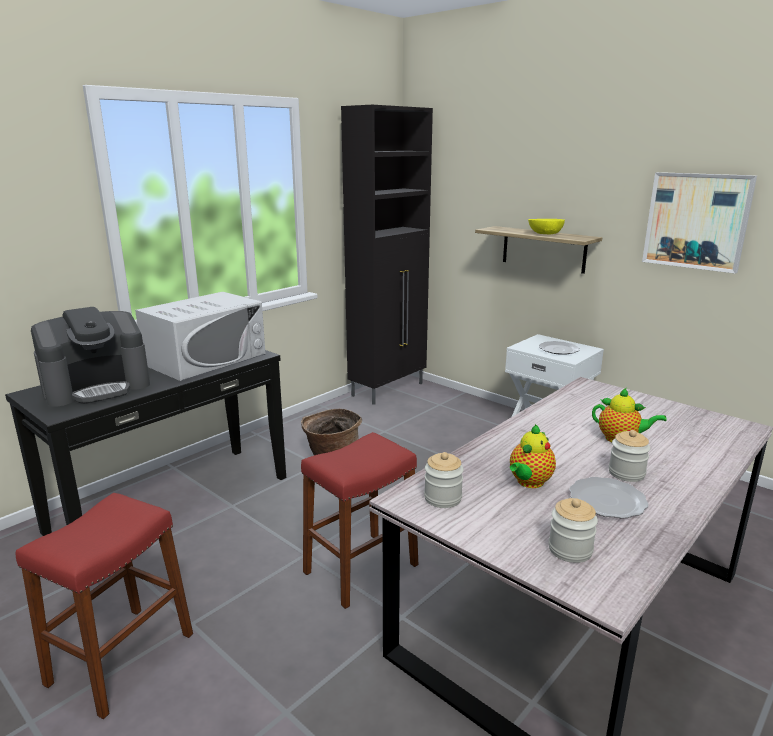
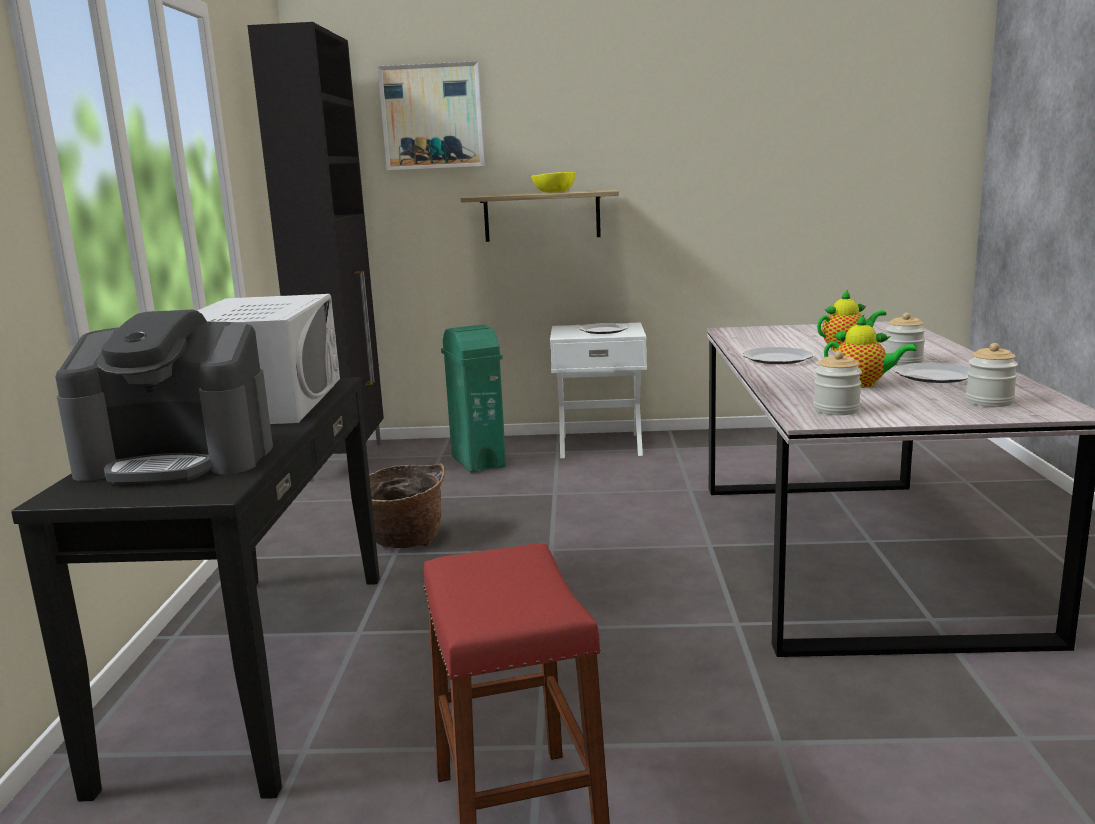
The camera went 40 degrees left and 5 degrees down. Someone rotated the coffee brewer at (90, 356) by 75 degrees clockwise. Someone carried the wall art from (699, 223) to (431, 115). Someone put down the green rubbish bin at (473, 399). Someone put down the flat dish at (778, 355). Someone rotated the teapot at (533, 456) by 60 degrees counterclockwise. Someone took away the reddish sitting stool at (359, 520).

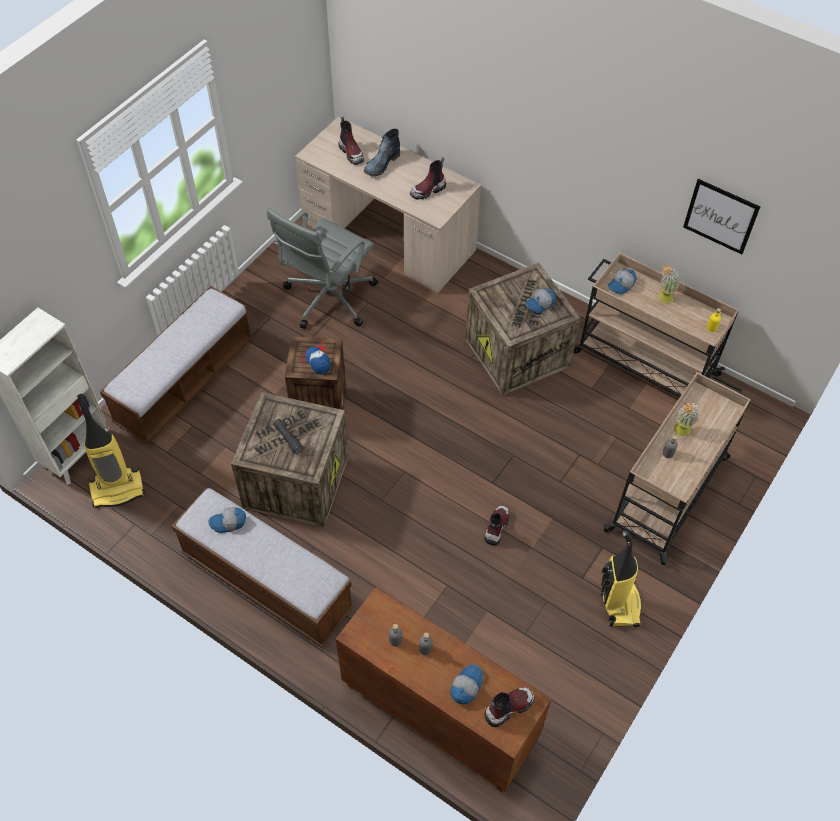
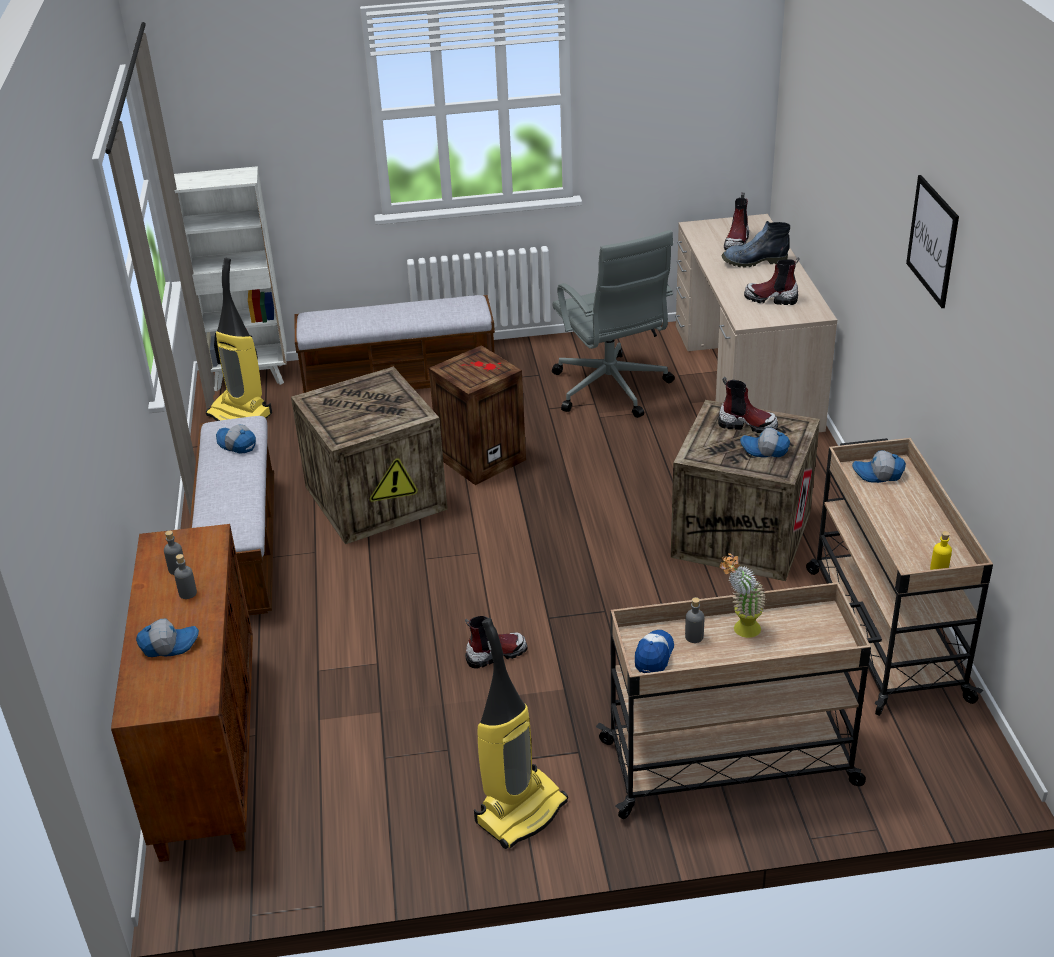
The camera went 50 degrees right and 20 degrees down. Someone rotated the gray desk chair at (322, 269) by 105 degrees counterclockwise. Someone carried the cap from (318, 361) to (654, 651). Someone carried the boot from (509, 707) to (748, 405). Someone carried the wall art from (722, 216) to (932, 241). Someone took away the black flashlight at (288, 436). Someone took away the plant in a pot at (669, 283).

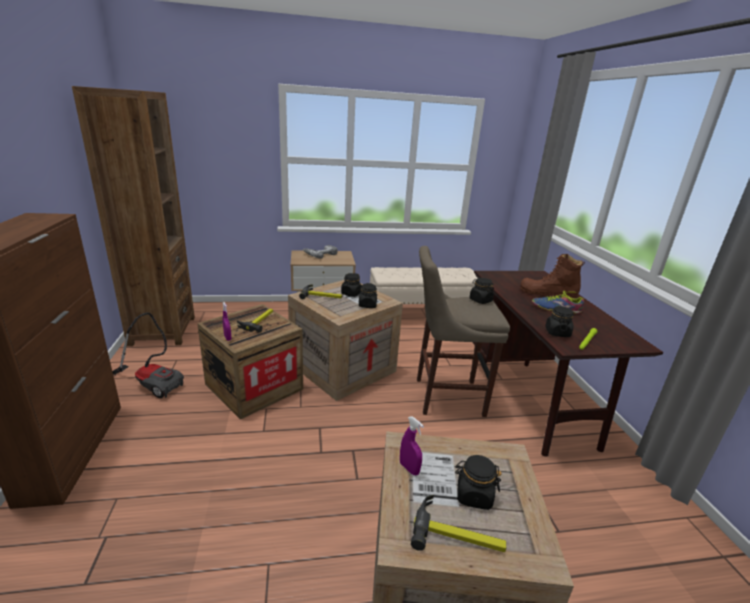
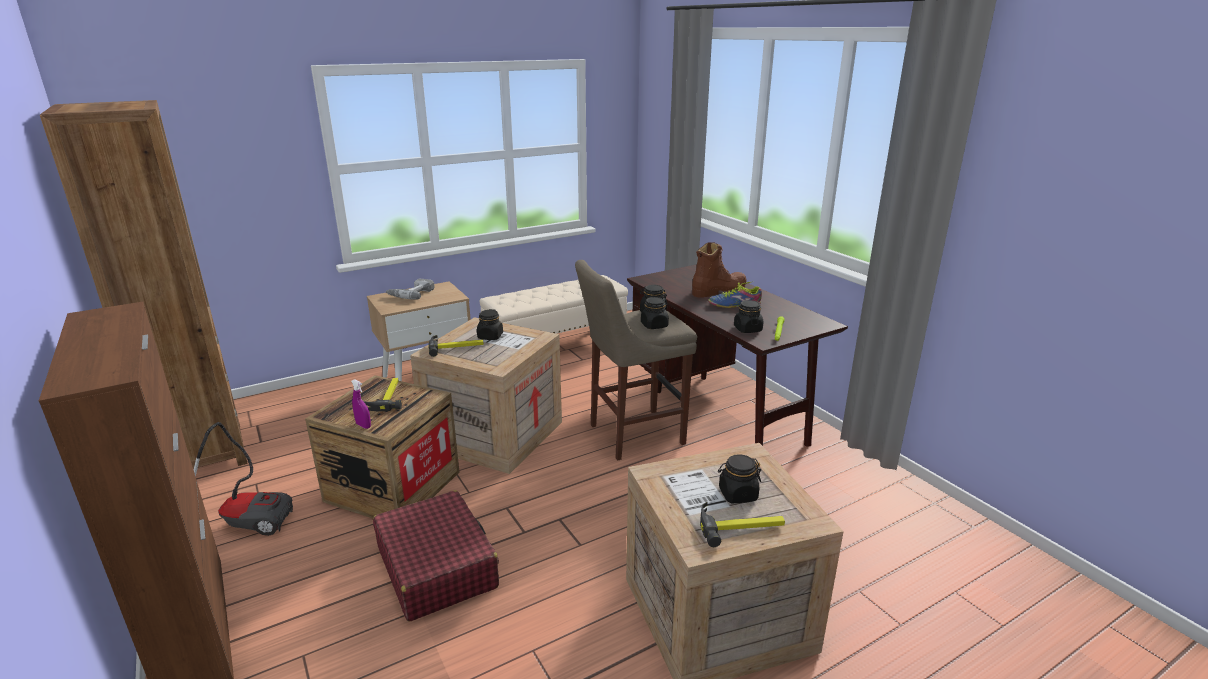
The camera went 20 degrees left and 0 degrees up. Someone put down the reddish suitcase at (436, 556). Someone carried the black storage jar from (368, 295) to (655, 313). Someone rotated the brown boot at (552, 276) by 150 degrees clockwise. Someone took away the purplish spray bottle at (412, 445).

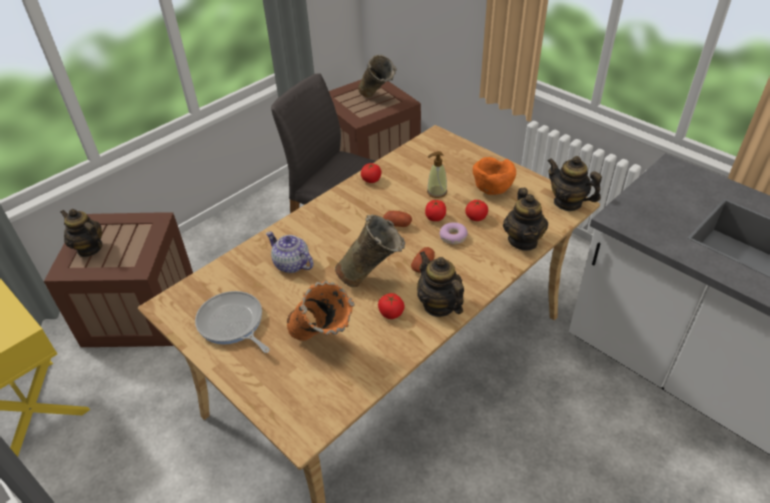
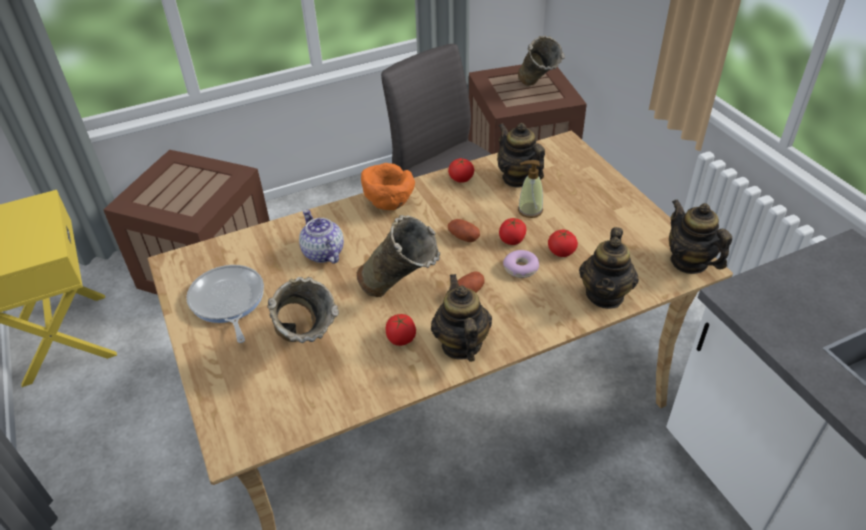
The camera went 20 degrees right and 0 degrees up. Someone repainted the orangey vase at (320, 310), which became the sand-coloured vase at (303, 310). Someone carried the orangey bowl from (494, 176) to (388, 186). Someone carried the teapot from (81, 233) to (521, 155).

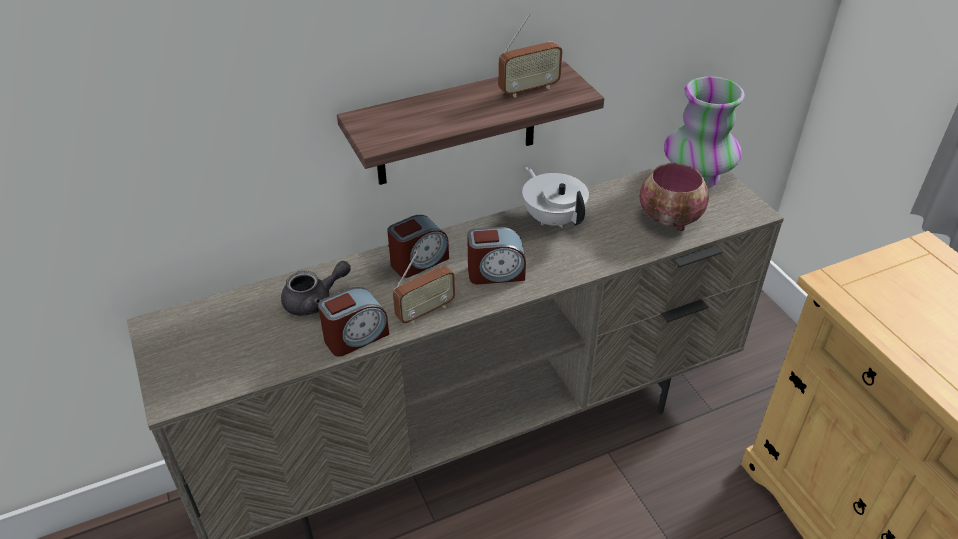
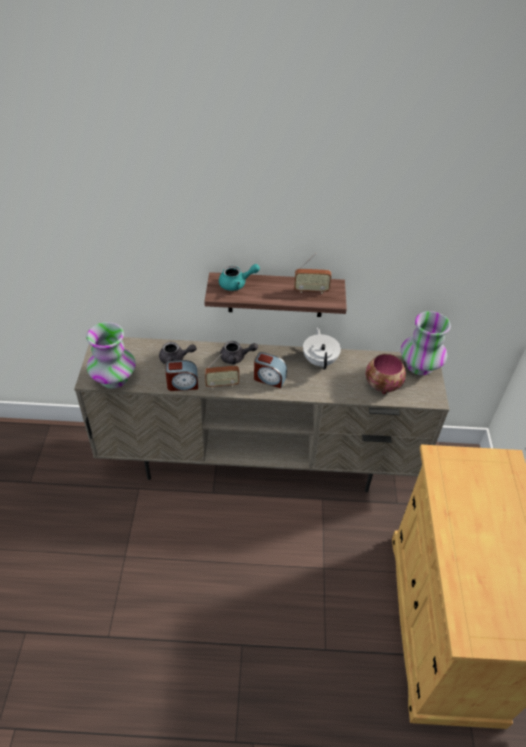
The camera went 25 degrees right and 5 degrees up. Someone put down the vase at (111, 355). Someone put down the blue-green teapot at (239, 277). Someone swapped the table clock at (418, 246) for the gray teapot at (239, 352).

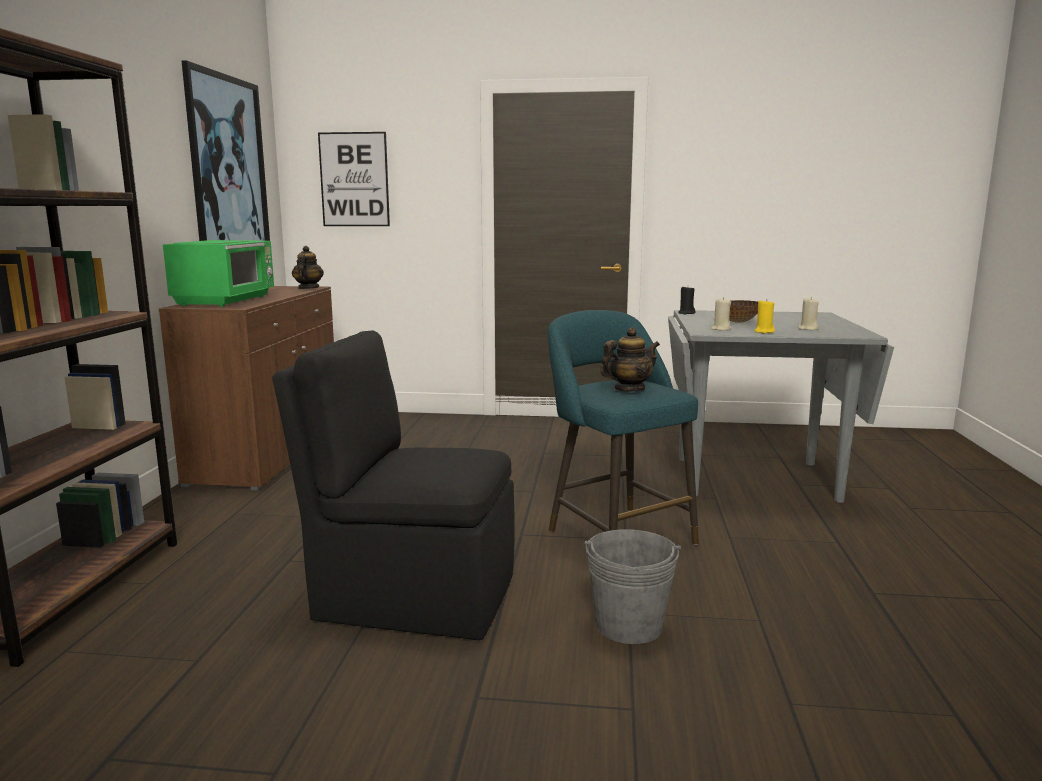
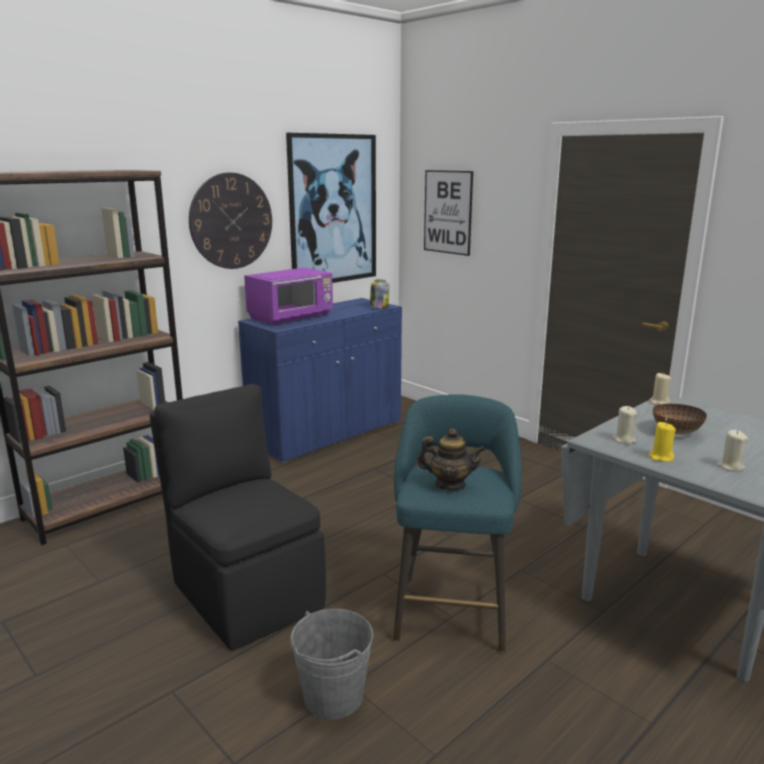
The camera went 40 degrees right and 5 degrees up. Someone put up the clock on the wall at (230, 220). Someone repainted the brown cabinet at (246, 388), which became the blue-coloured cabinet at (320, 381). Someone repainted the green kitchen microwave at (218, 273), which became the purplish kitchen microwave at (288, 297). Someone swapped the teapot at (308, 267) for the storage jar at (379, 294). Someone repainted the black candle at (687, 300), which became the sand-coloured candle at (660, 389).

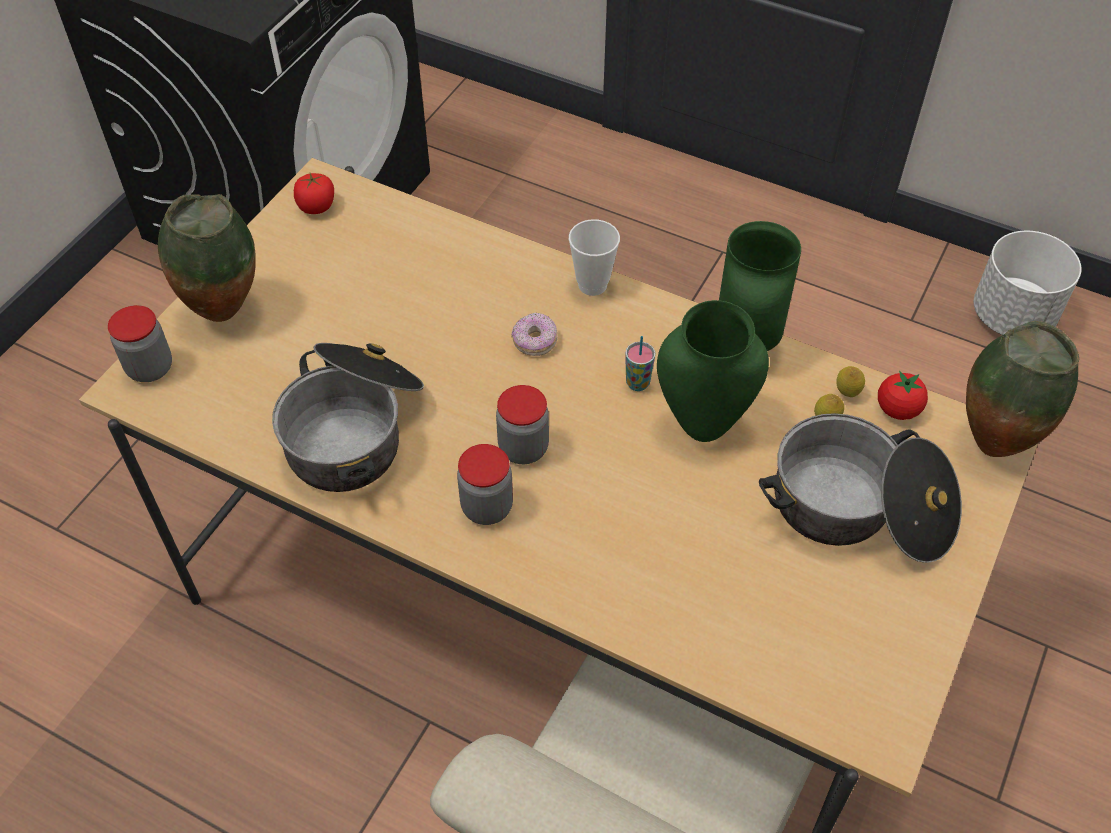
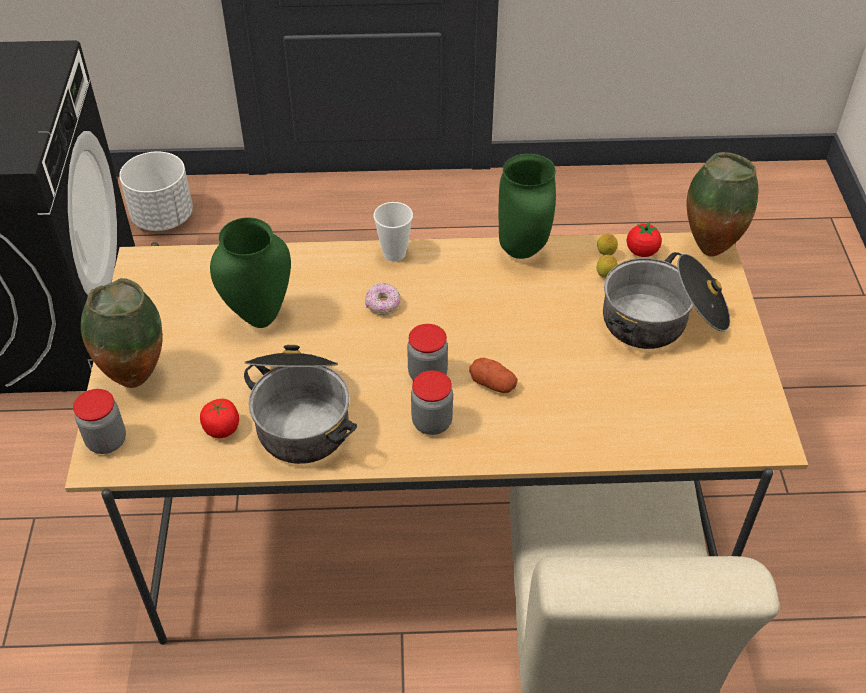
The camera went 30 degrees left and 5 degrees down. Someone carried the white-coloured plant pot from (1027, 283) to (156, 191). Someone carried the fresh tomato from (314, 193) to (219, 418). Someone carried the green vase from (713, 371) to (250, 272). Someone put down the spud at (493, 375). Someone took away the small cup at (640, 363).

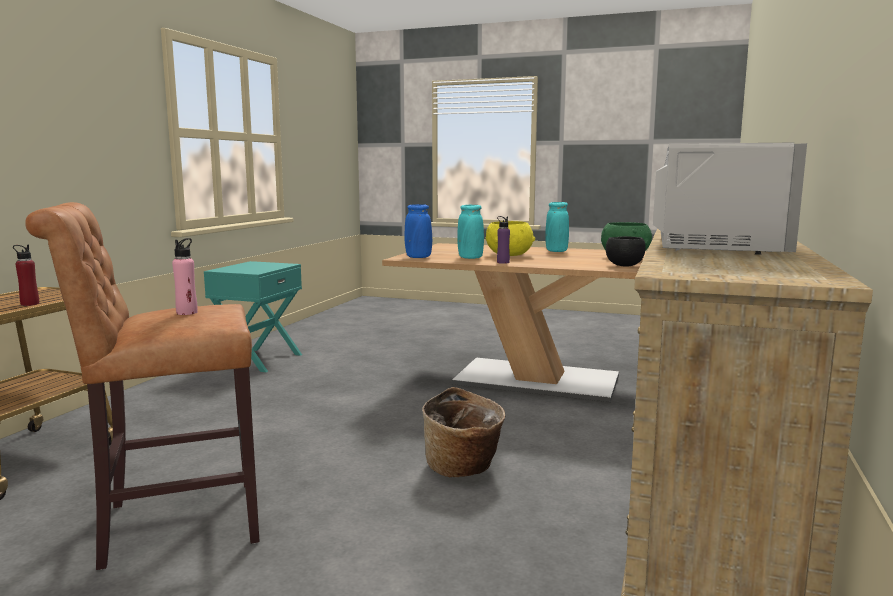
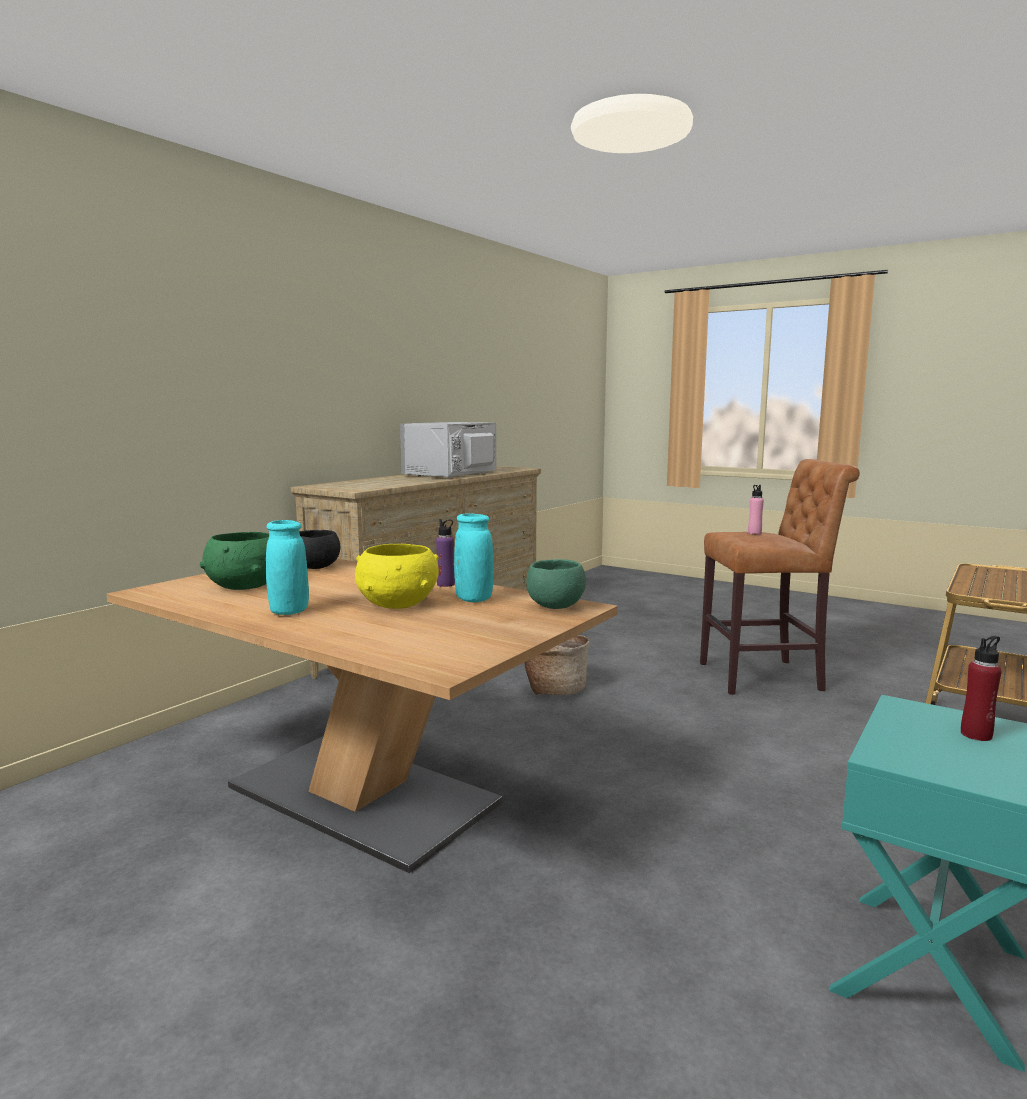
The camera went 165 degrees left and 0 degrees up. Someone swapped the blue-coloured vase at (418, 231) for the green bowl at (556, 584). Someone carried the reddish bottle from (26, 275) to (981, 688).

